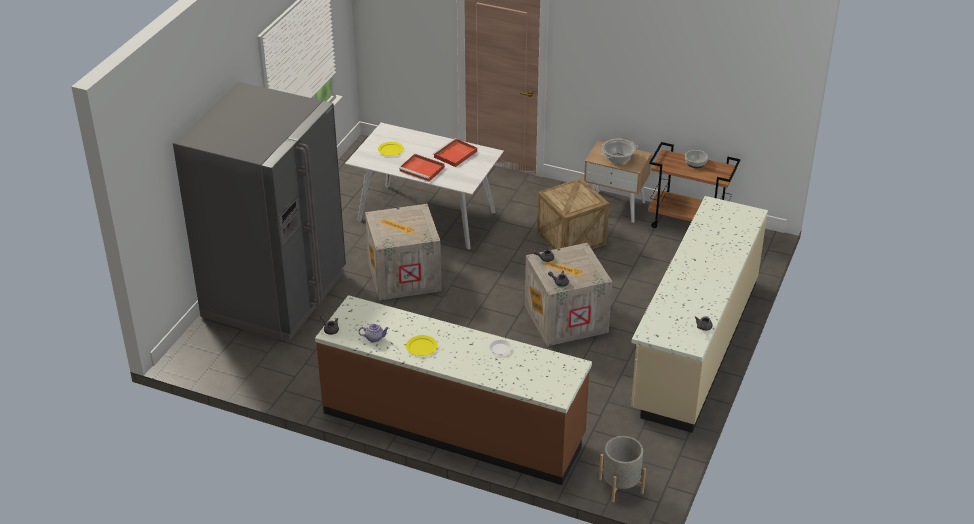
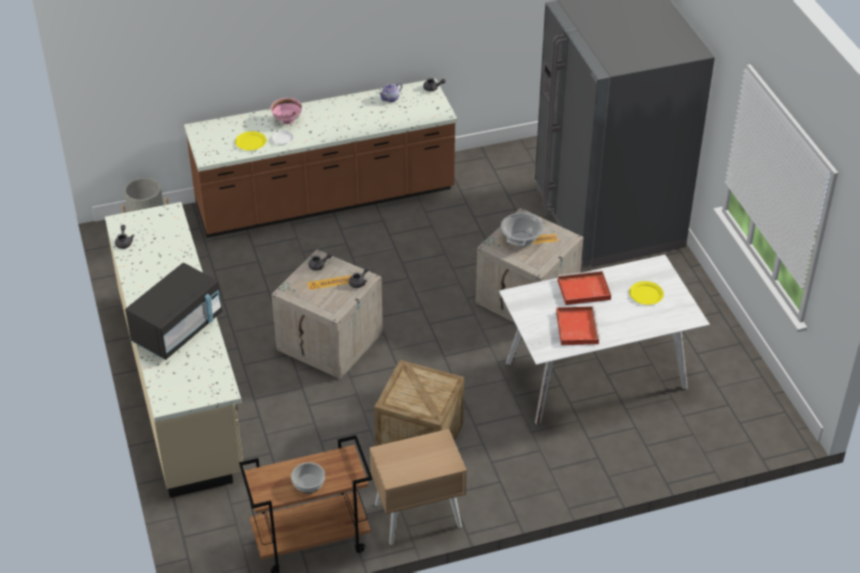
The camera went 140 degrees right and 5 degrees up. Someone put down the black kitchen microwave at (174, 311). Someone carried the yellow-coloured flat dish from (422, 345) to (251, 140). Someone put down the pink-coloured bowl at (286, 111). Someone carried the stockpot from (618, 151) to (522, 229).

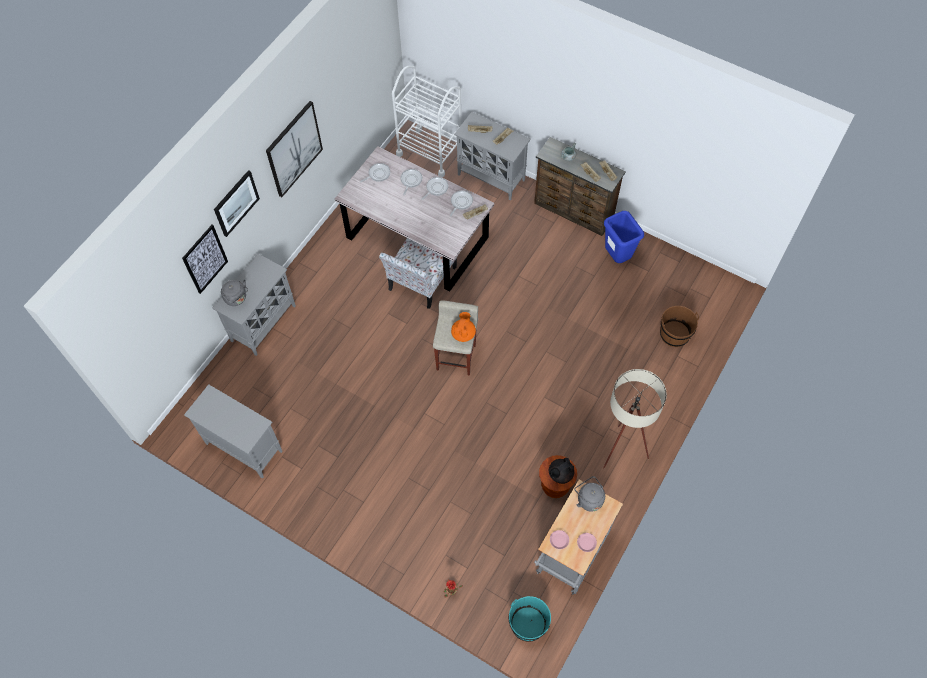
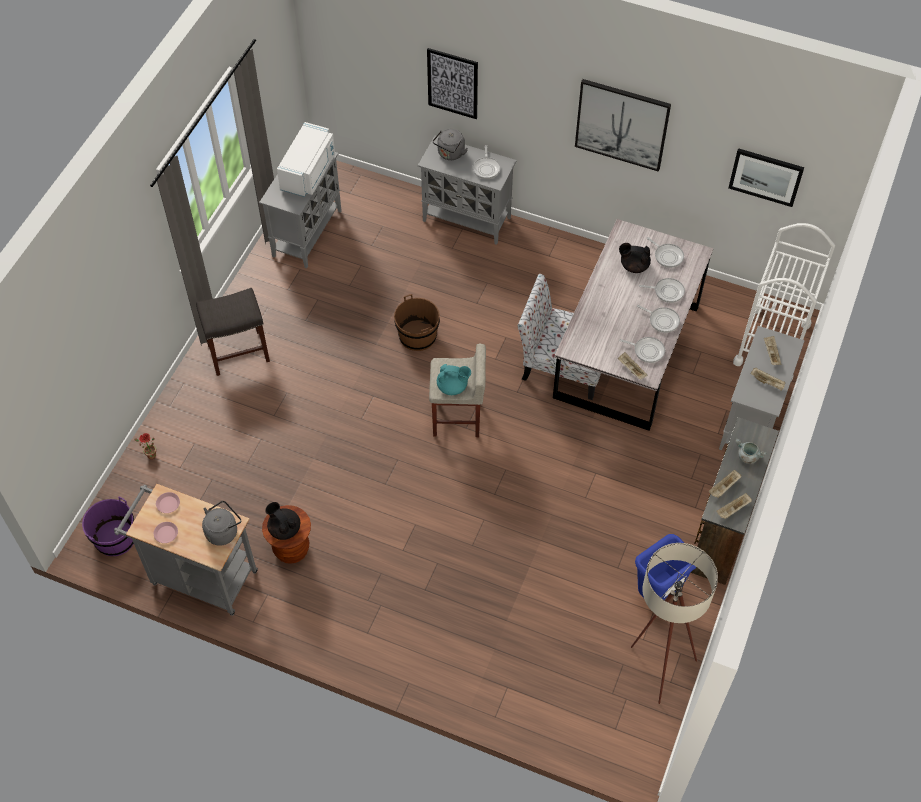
The camera went 80 degrees right and 5 degrees down. Someone repainted the blue-green pail at (530, 619), which became the purplish pail at (108, 526). Someone put down the gray sitting stool at (233, 332). Someone put down the white-coloured kitchen microwave at (306, 159). Someone carried the brown pail from (679, 326) to (417, 322). Someone repainted the orangey teapot at (463, 327), which became the blue-green teapot at (454, 379). Someone put down the pan at (487, 162). Someone put down the black teapot at (635, 258). Someone carried the sand-coloured standard lamp from (635, 419) to (674, 623). Someone carried the wall art from (237, 203) to (766, 177).

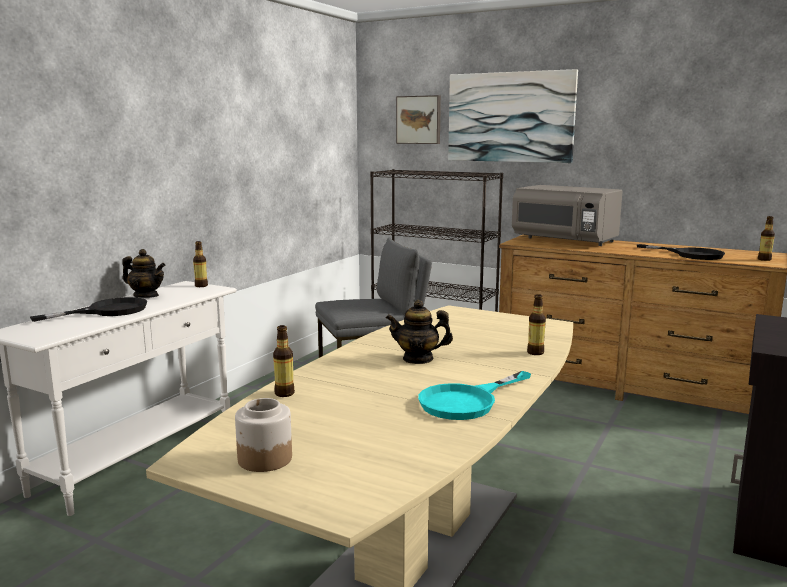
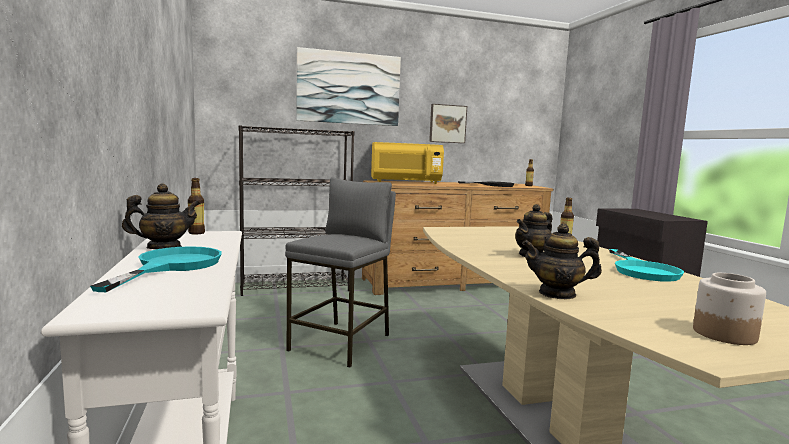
The camera went 45 degrees left and 5 degrees down. Someone repainted the black pan at (88, 309), which became the blue-green pan at (156, 269). Someone repainted the gray kitchen microwave at (567, 215), which became the yellow-coloured kitchen microwave at (407, 163). Someone carried the wall art from (418, 119) to (448, 123). Someone swapped the bottle at (284, 361) for the teapot at (562, 261).

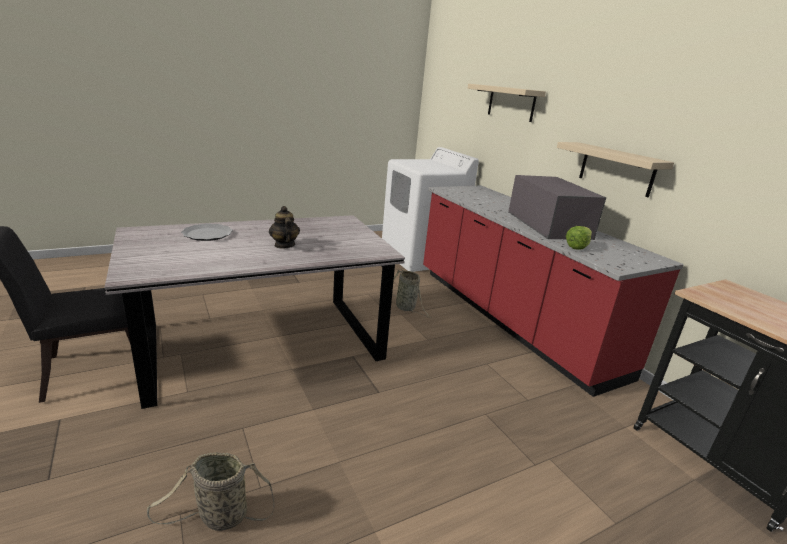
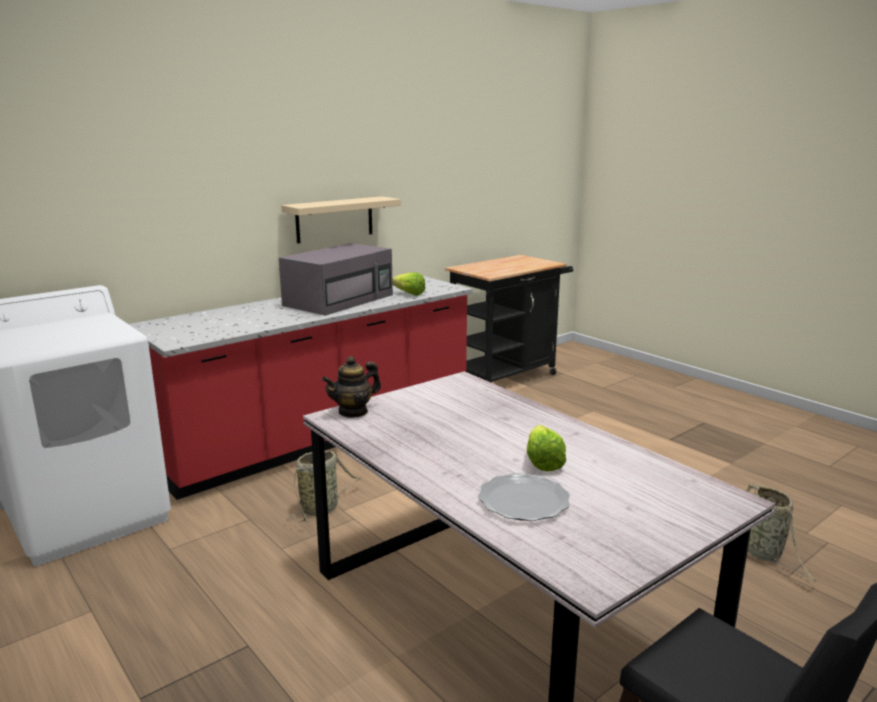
The camera went 100 degrees left and 5 degrees down. Someone rotated the gray kitchen microwave at (557, 207) by 150 degrees clockwise. Someone carried the teapot from (284, 227) to (351, 387). Someone put down the head of lettuce at (546, 448). Someone took away the sand-coloured wall shelf at (507, 103).

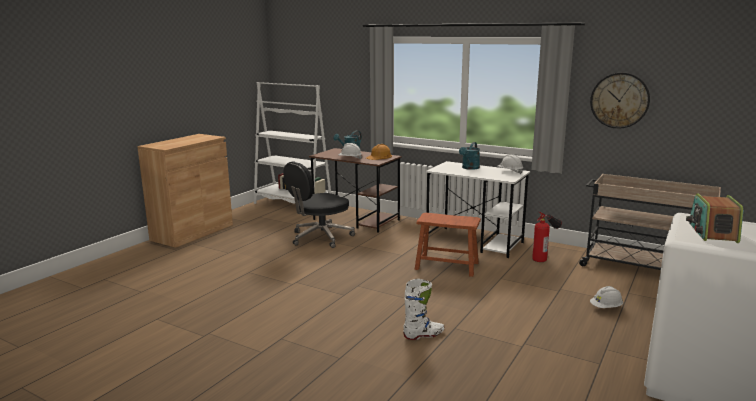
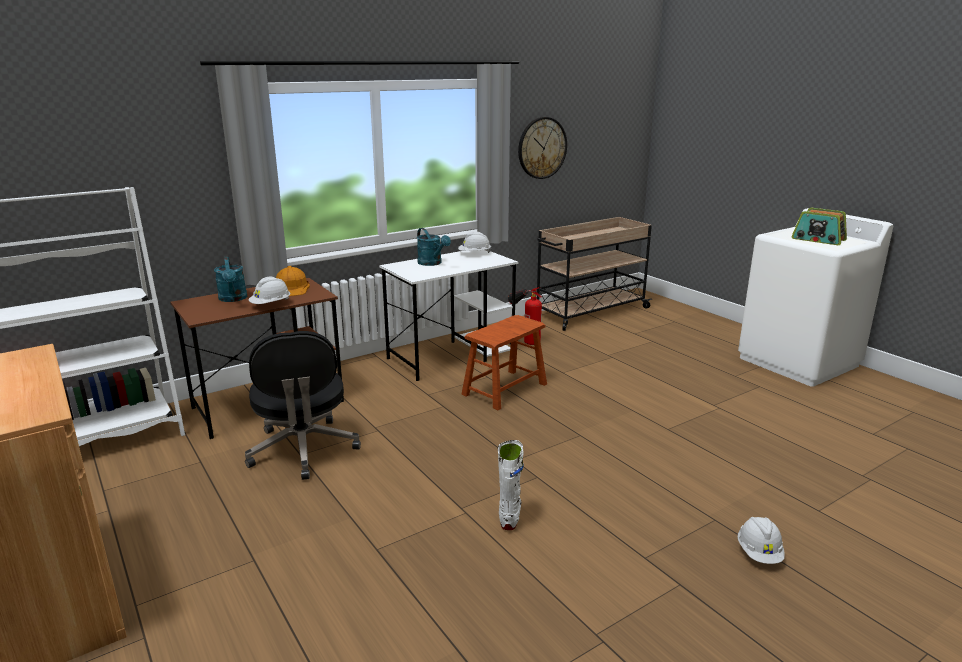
The camera went 65 degrees left and 5 degrees up. Someone carried the white-coloured boot from (423, 309) to (511, 485). Someone carried the white-coloured work helmet from (606, 297) to (761, 540).

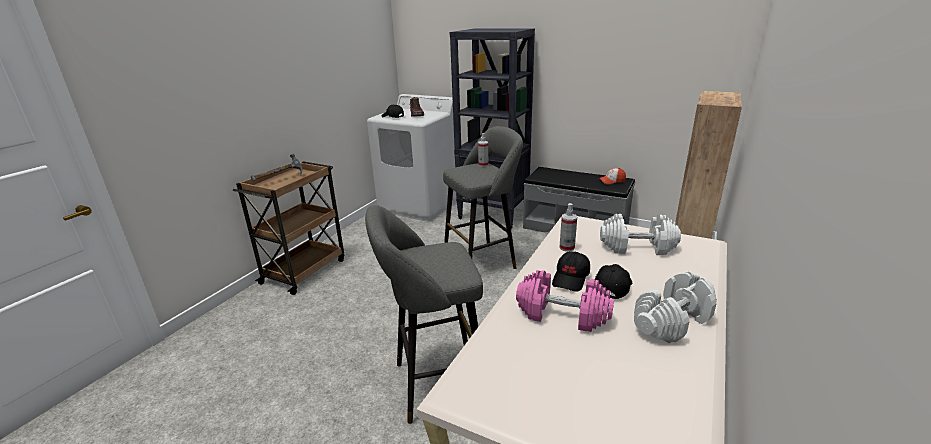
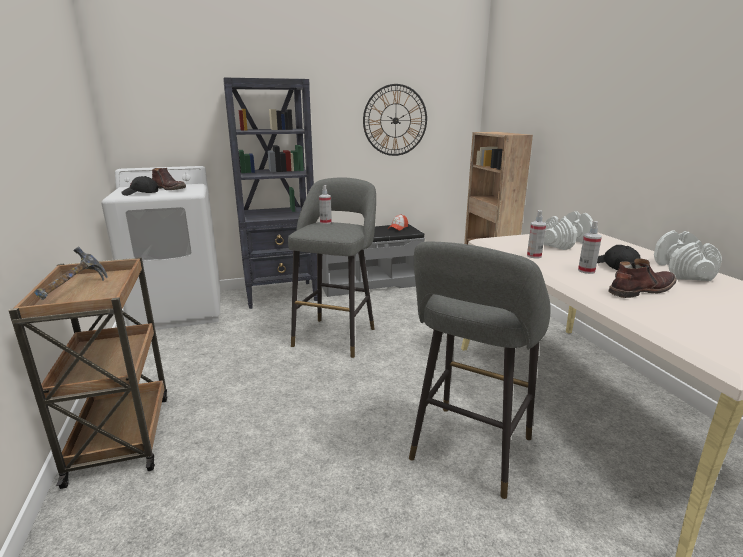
The camera went 45 degrees left and 5 degrees down. Someone put up the clock on the wall at (395, 120). Someone swapped the black cap at (571, 271) for the spray bottle at (590, 247). Someone swapped the pink-coloured free weight at (565, 301) for the brown boot at (642, 278).

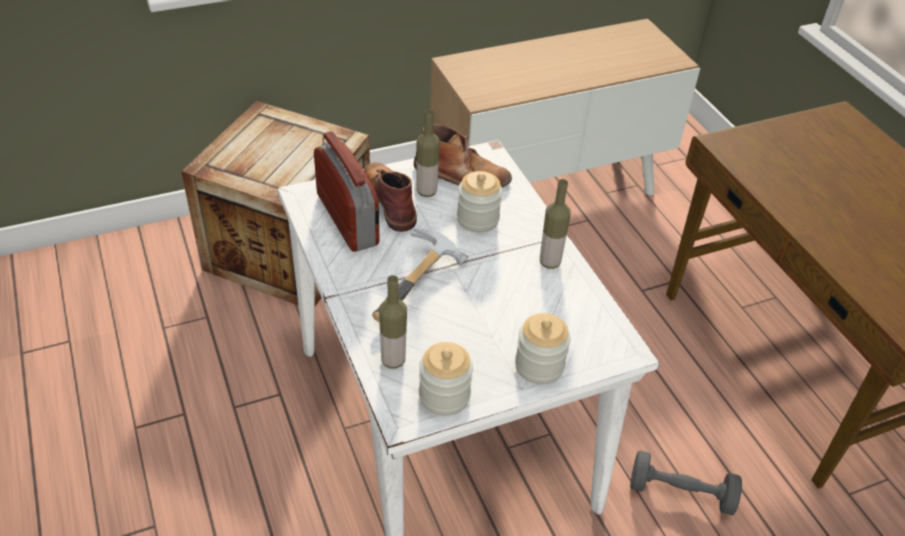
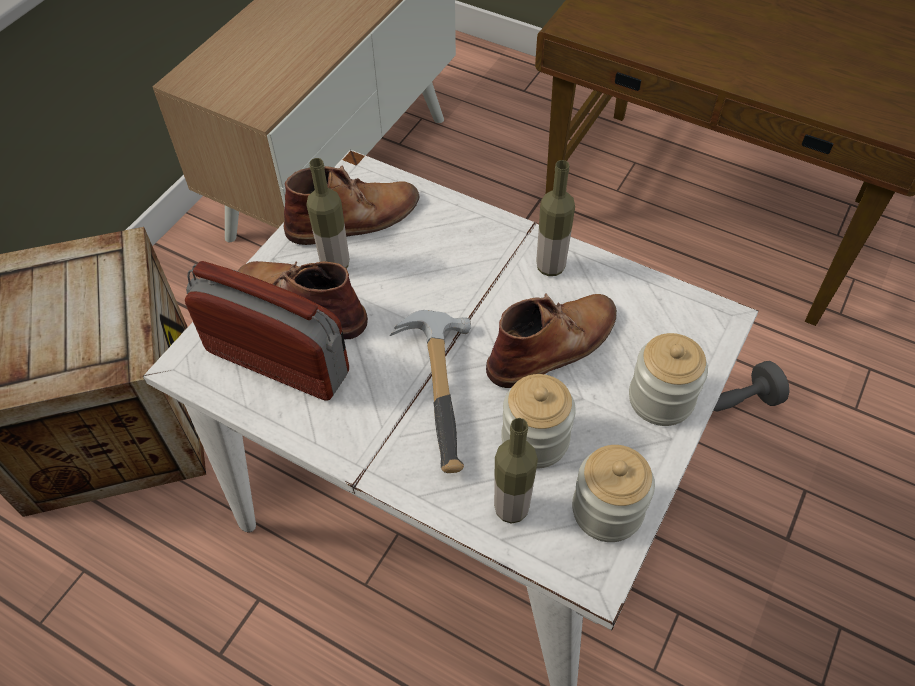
The camera went 35 degrees left and 10 degrees up. Someone put down the brown boot at (551, 340). Someone carried the storage jar from (479, 202) to (538, 421).

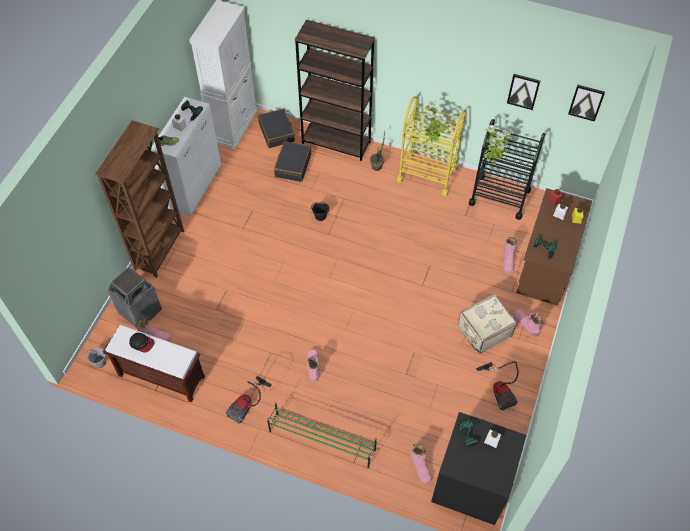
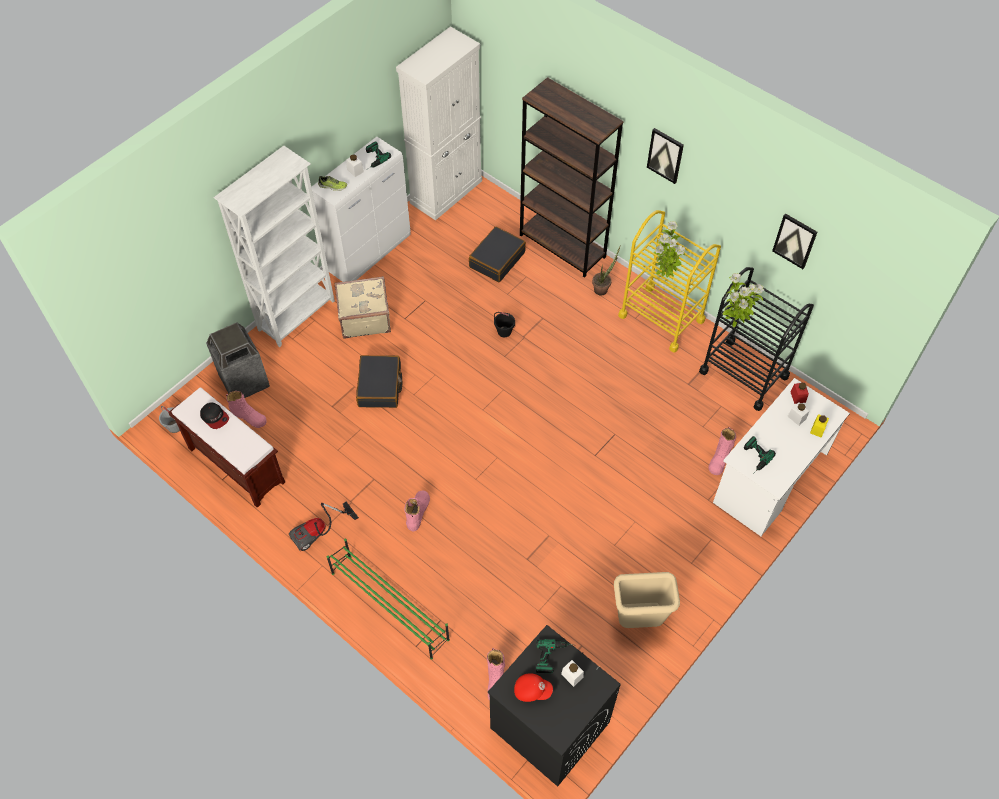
The camera went 20 degrees right and 0 degrees up. Someone repainted the brown bookcase at (139, 199), which became the white-coloured bookcase at (274, 246). Someone carried the sand-coloured suitcase from (487, 324) to (362, 307). Someone carried the black suitcase from (276, 128) to (379, 381). Someone put down the reddish cap at (533, 687). Someone swapped the vacuum cleaner at (497, 386) for the sand-coloured rubbish bin at (647, 600). Someone carried the wall art from (586, 103) to (665, 156). Someone repainted the brown desk table at (554, 247), which became the white-coloured desk table at (781, 457). Someone took away the pink-coloured boot at (528, 323).

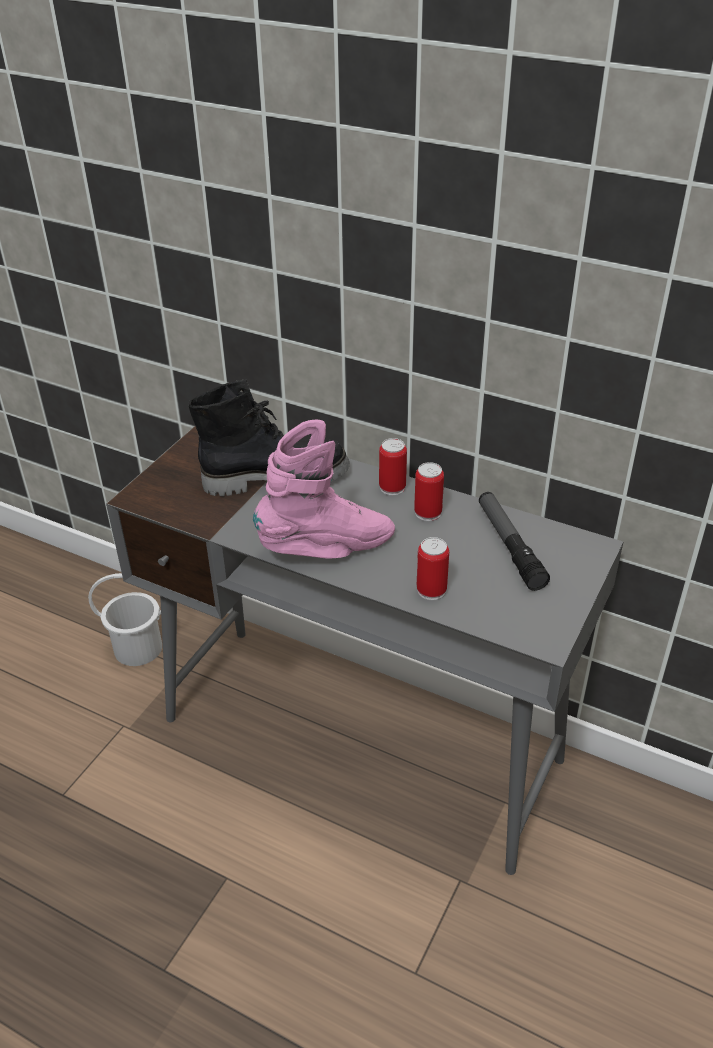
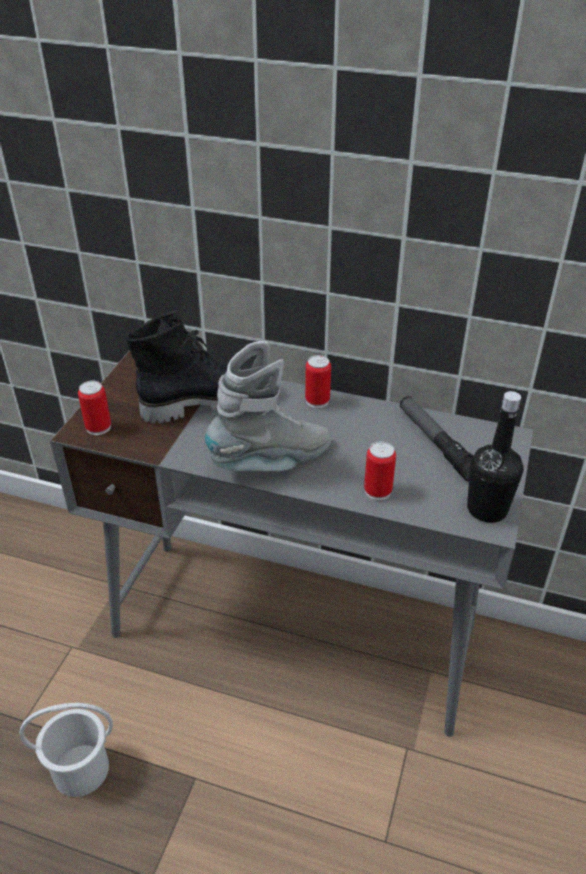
The camera went 10 degrees left and 0 degrees up. Someone carried the white-coloured pail from (125, 619) to (66, 750). Someone carried the can from (429, 491) to (94, 408). Someone repainted the pink-coloured boot at (324, 489), which became the gray boot at (268, 406). Someone put down the black bottle at (495, 457).

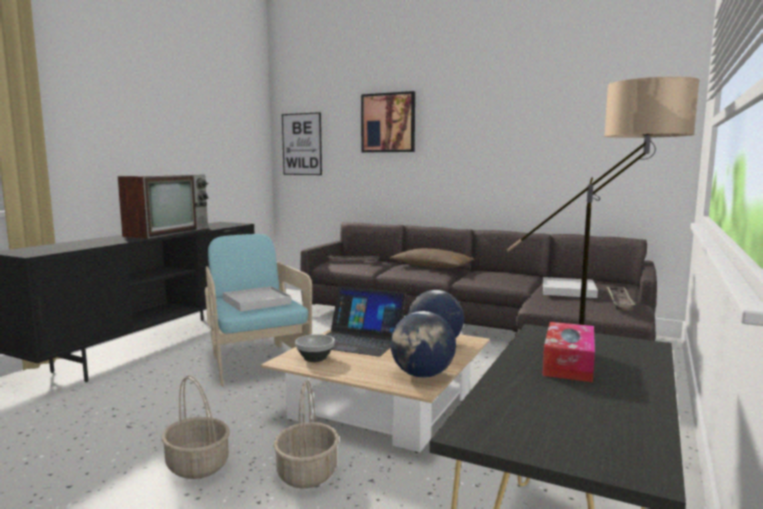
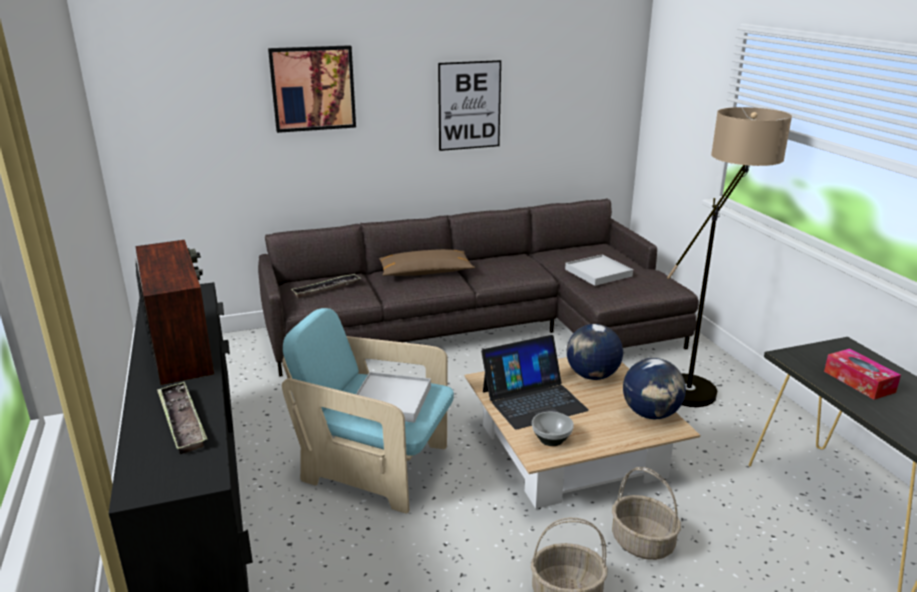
The camera went 45 degrees left and 15 degrees up. Someone carried the carrying tray from (621, 298) to (182, 418). Someone carried the wall art from (302, 143) to (469, 105).

